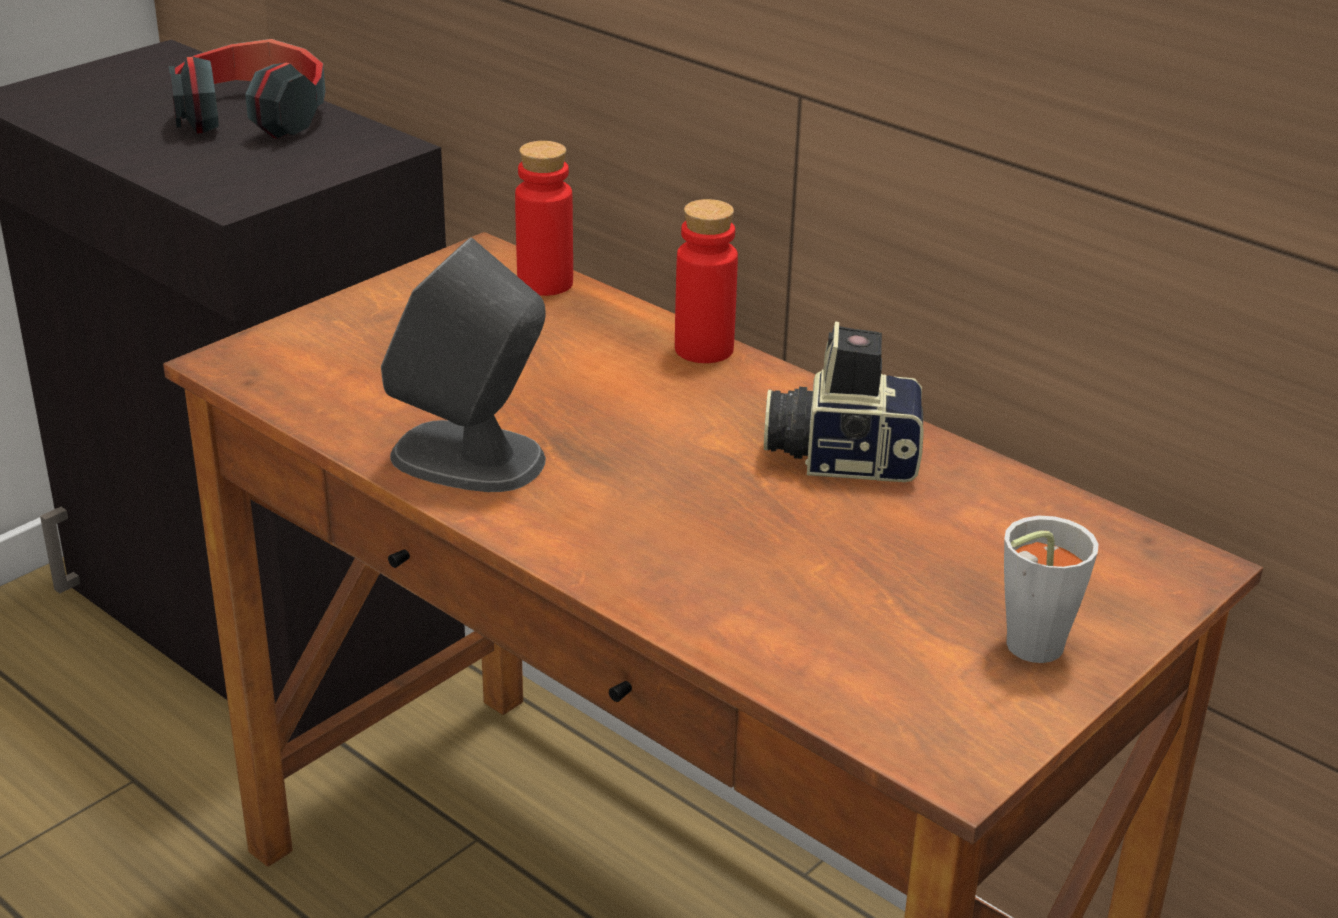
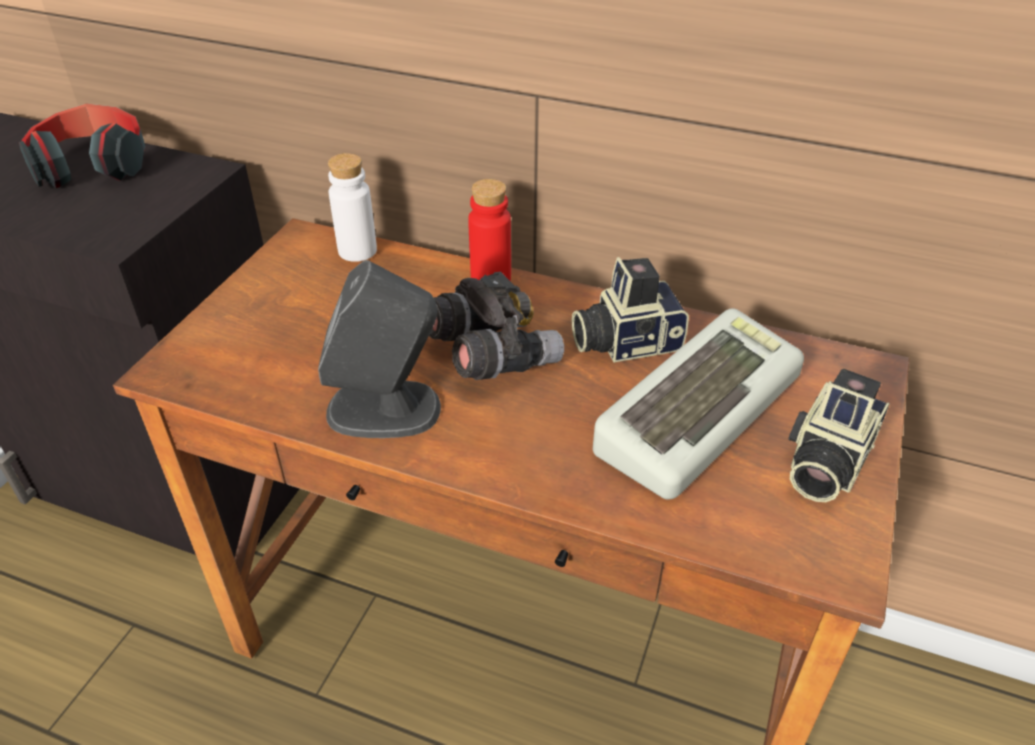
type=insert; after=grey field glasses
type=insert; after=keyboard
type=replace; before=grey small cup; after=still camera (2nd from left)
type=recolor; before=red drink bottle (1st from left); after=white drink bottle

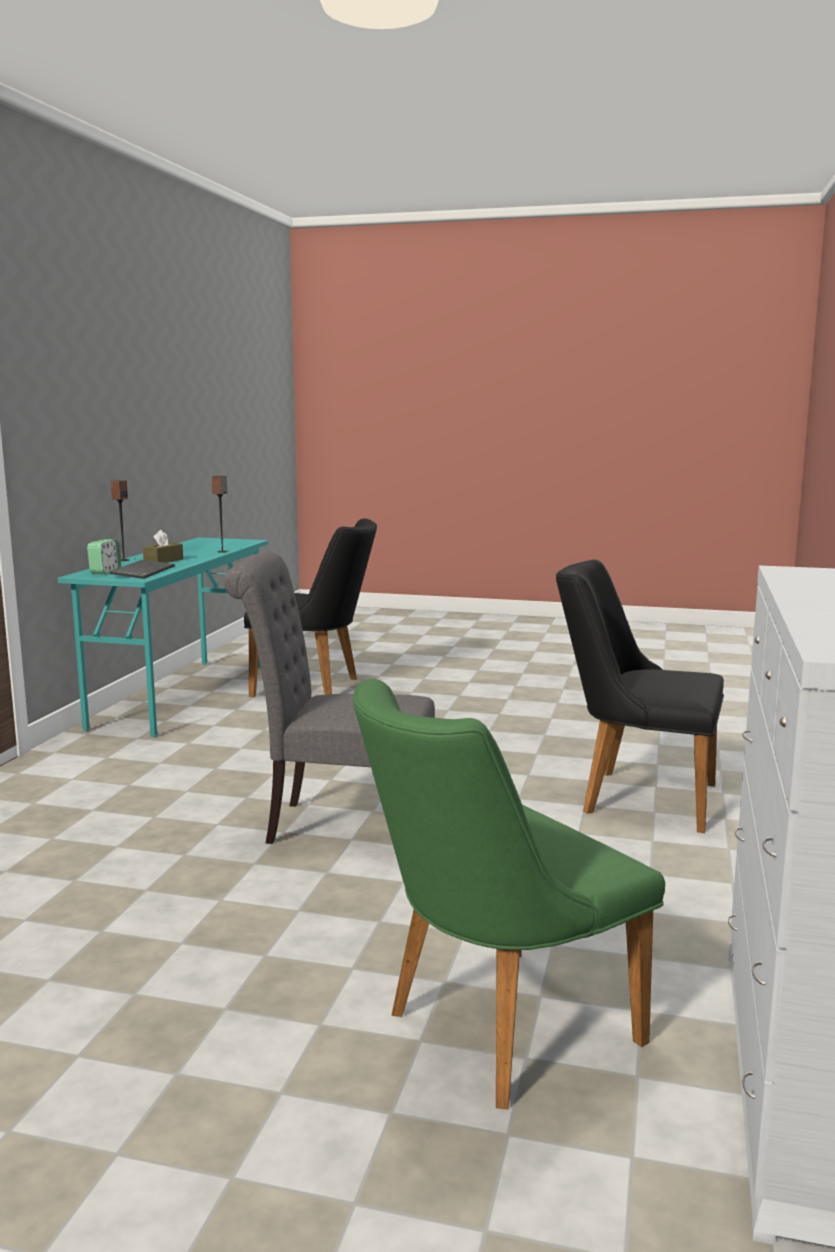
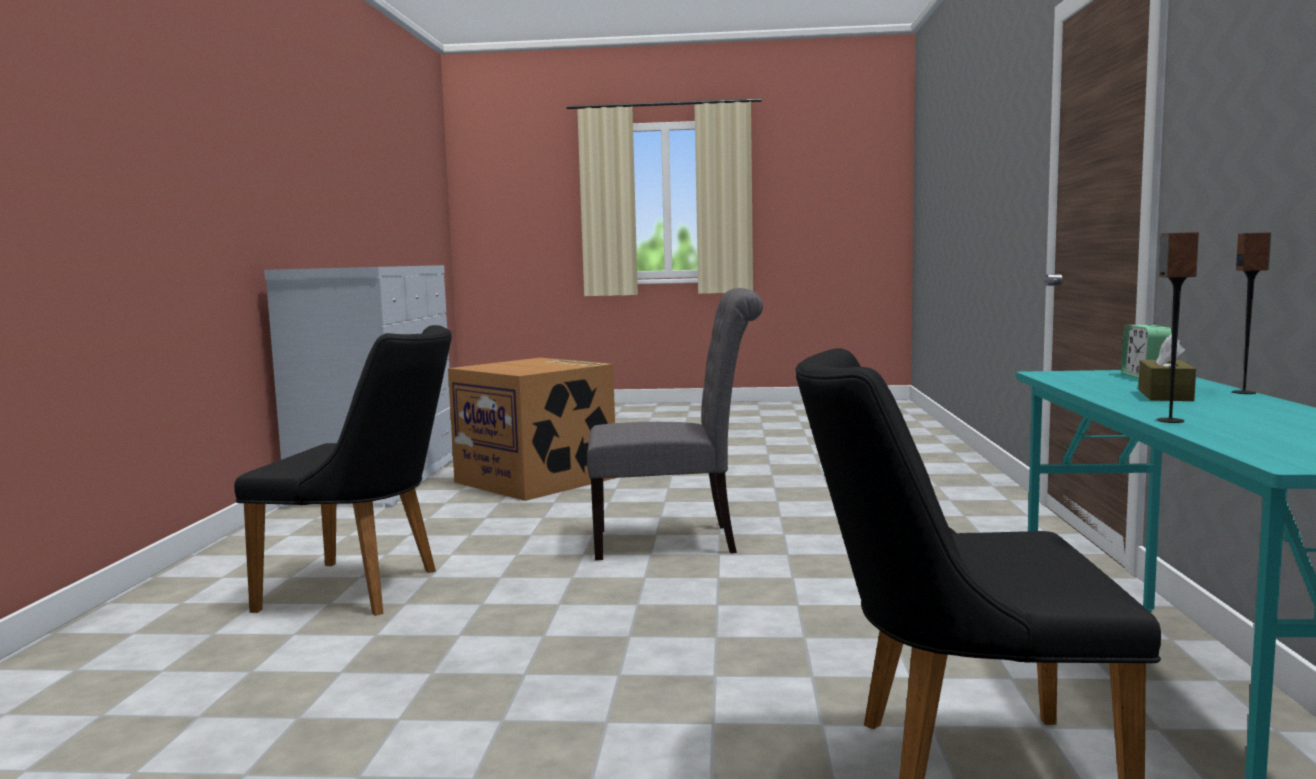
type=delete; before=keyboard
type=replace; before=green chair; after=carton

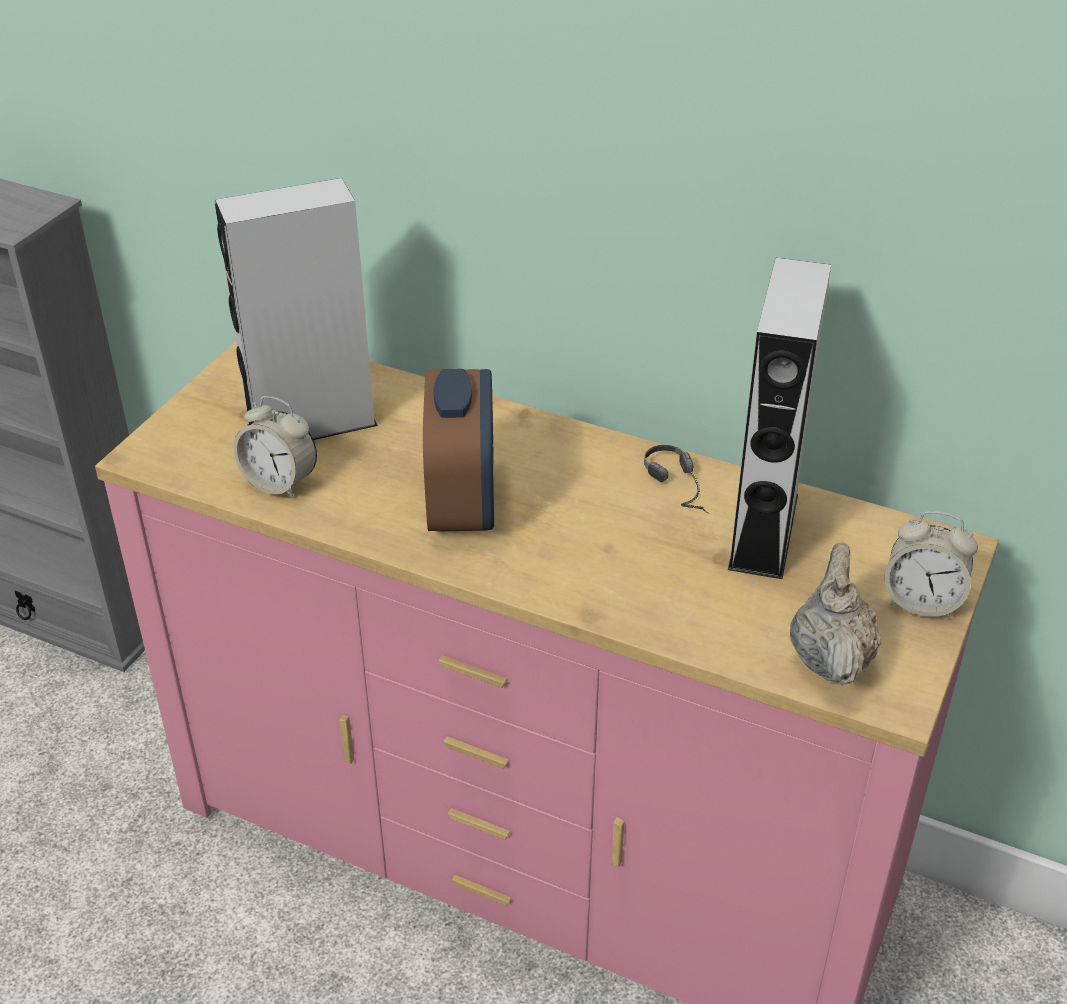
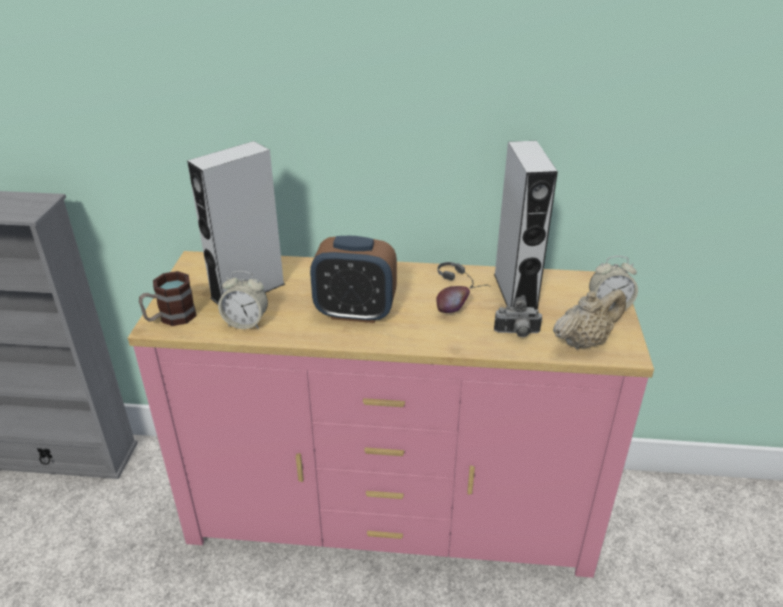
type=insert; after=tea mug
type=insert; after=apple fruit
type=insert; after=still camera
type=rotate; before=bedside clock (2nd from left); turn=120
type=rotate; before=beige pot for tea; turn=75

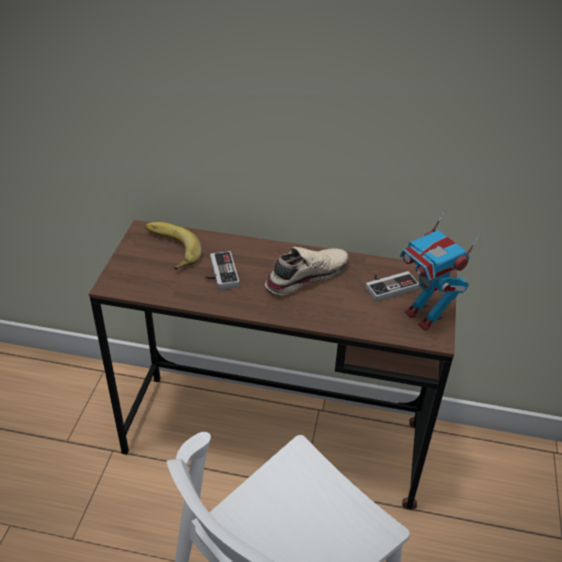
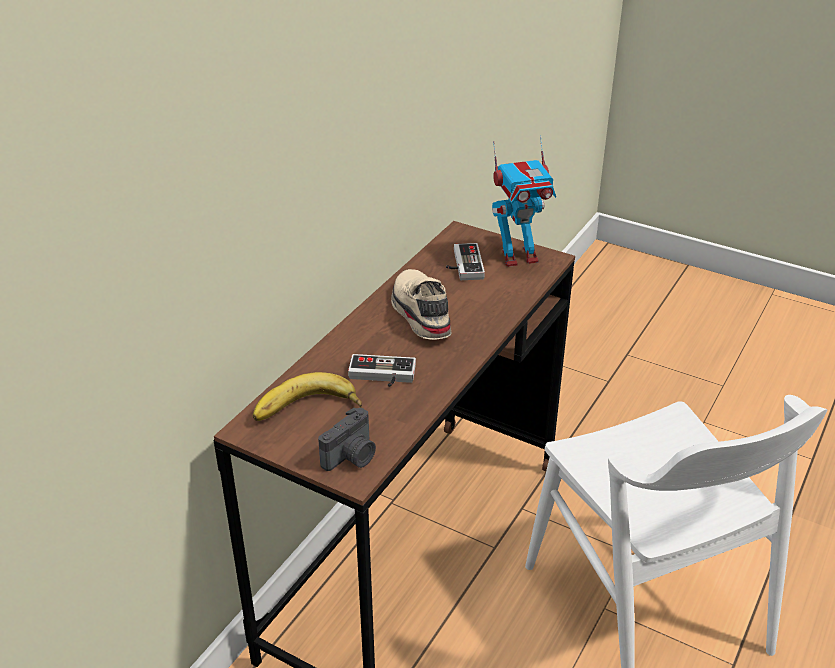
type=insert; after=still camera

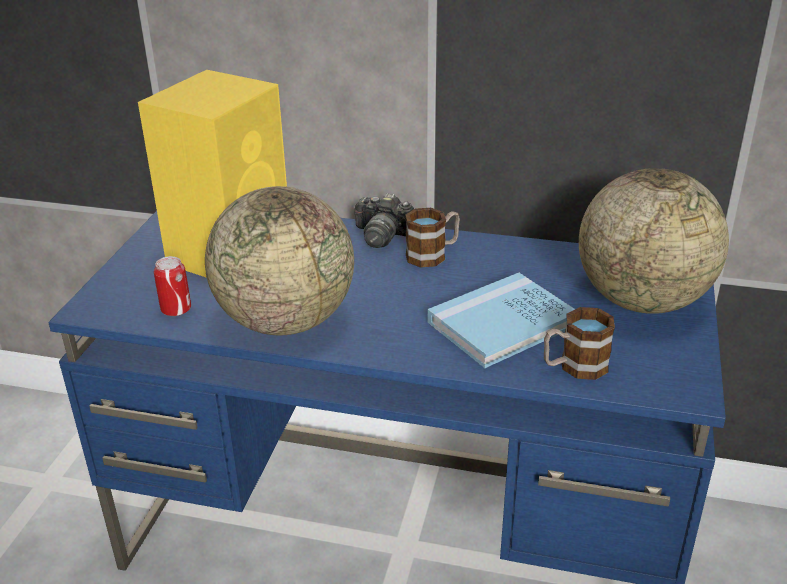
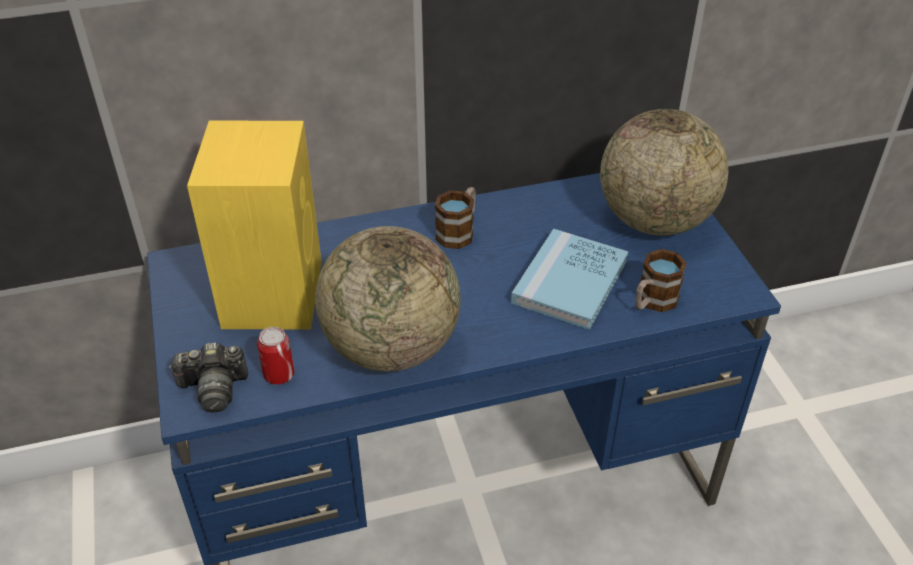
type=move; before=still camera

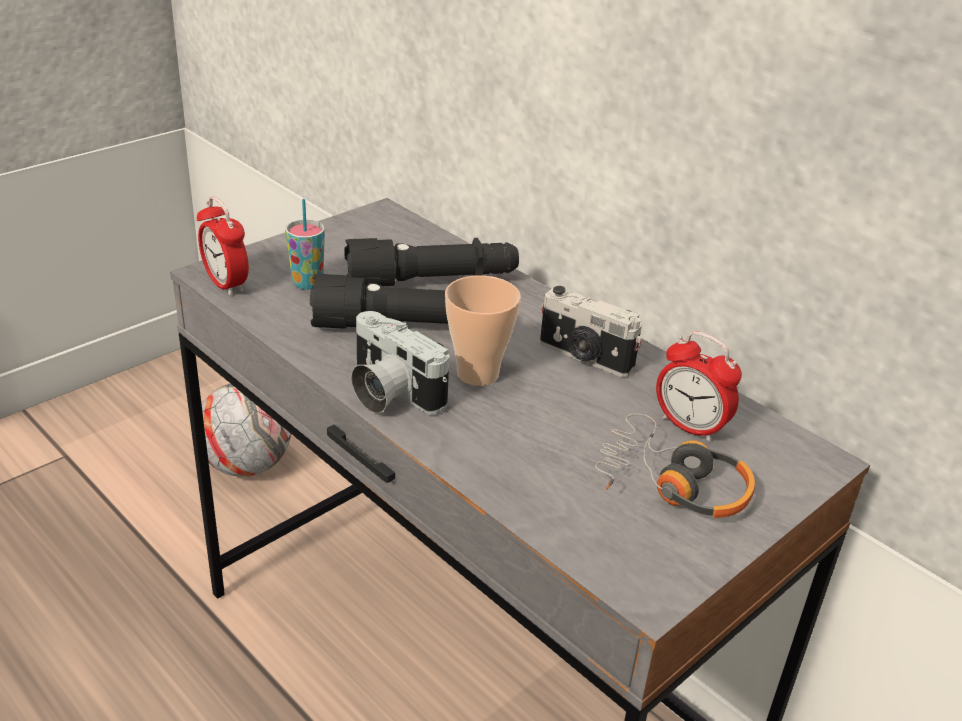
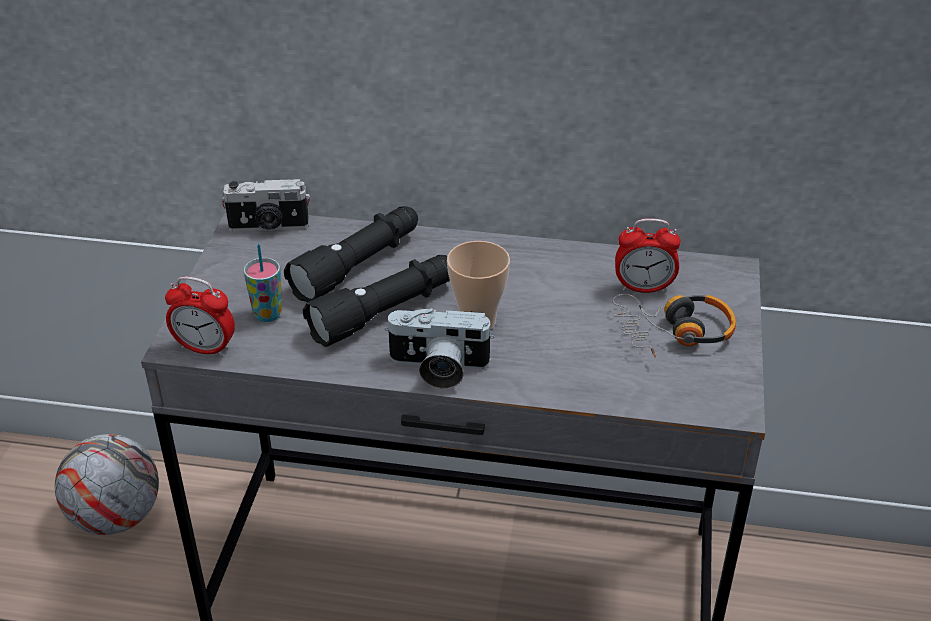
type=move; before=still camera (2nd from left in the first image); after=still camera (1st from left)

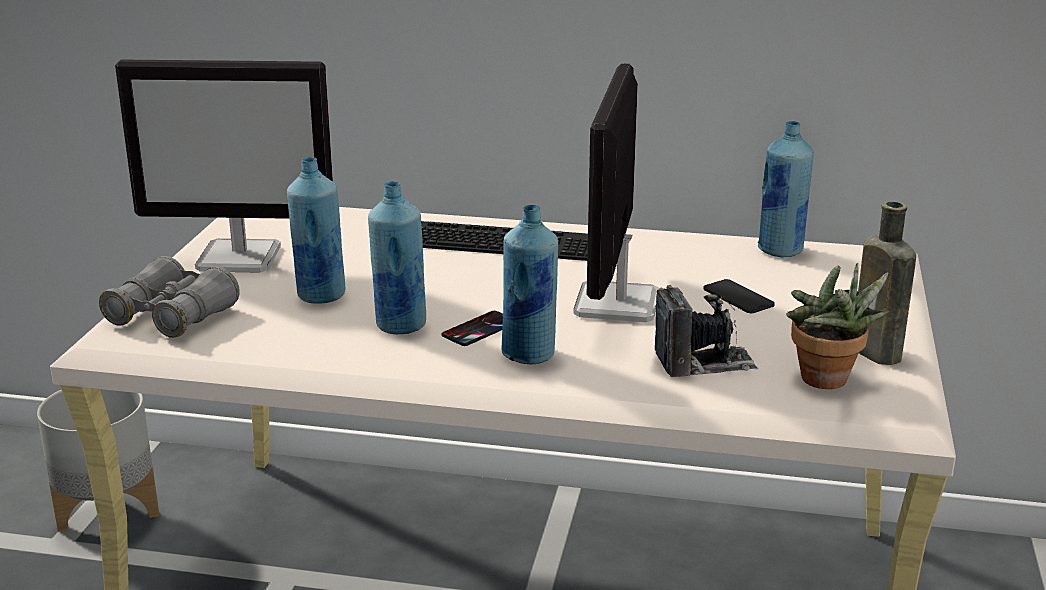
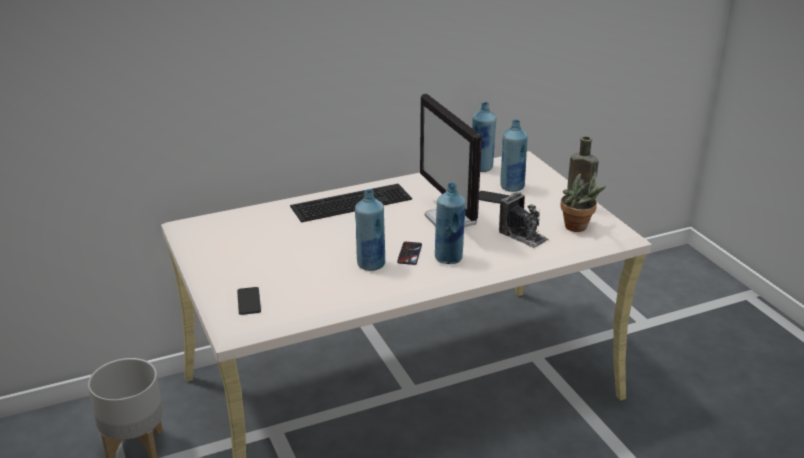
type=delete; before=computer display (1st from left)
type=move; before=bluish drink bottle (1st from left in the first image); after=bluish drink bottle (4th from left)
type=replace; before=grey field glasses; after=telephone (1st from left)
type=rotate; before=still camera; turn=90

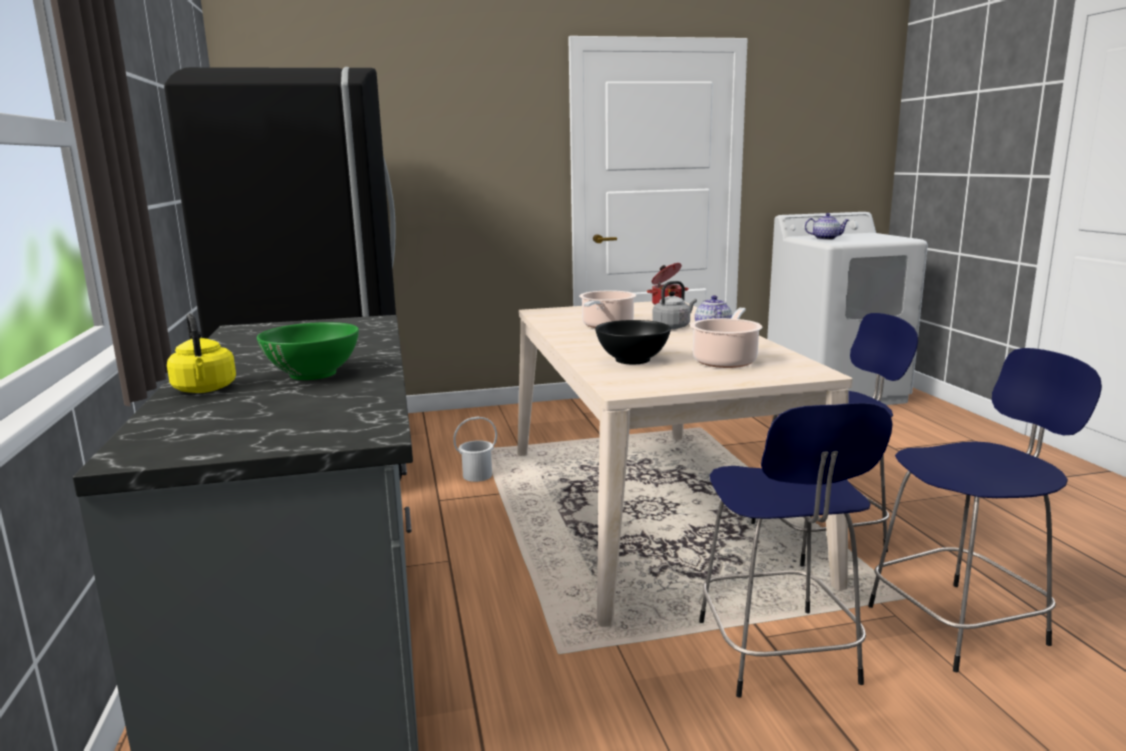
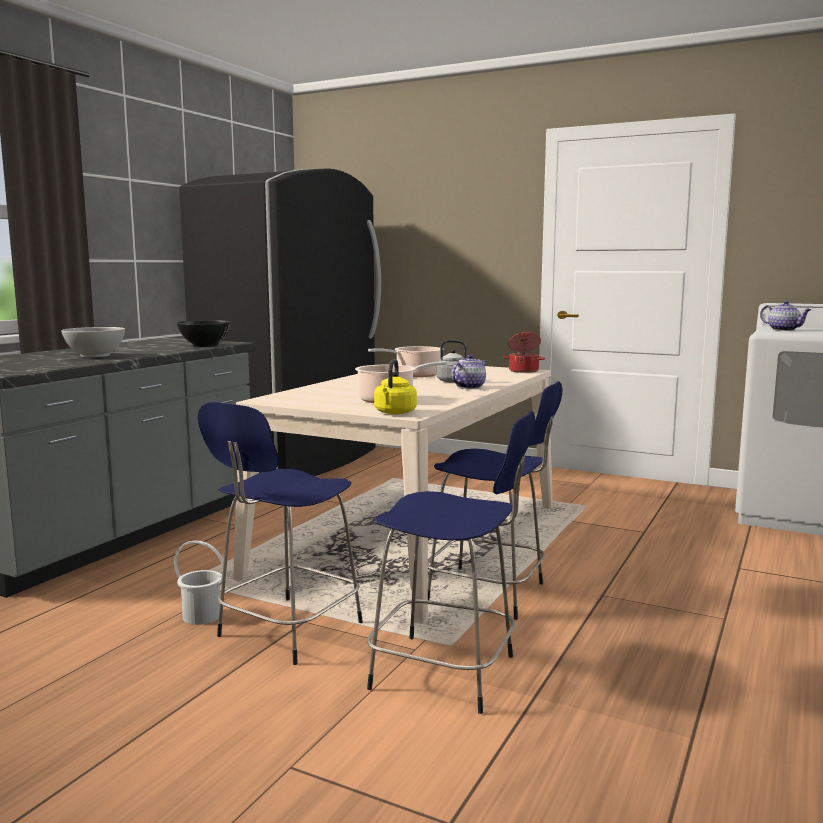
type=move; before=yellow-coloured water kettle
type=move; before=white water bucket
type=move; before=black-coloured bowl
type=recolor; before=green bowl; after=white bowl

